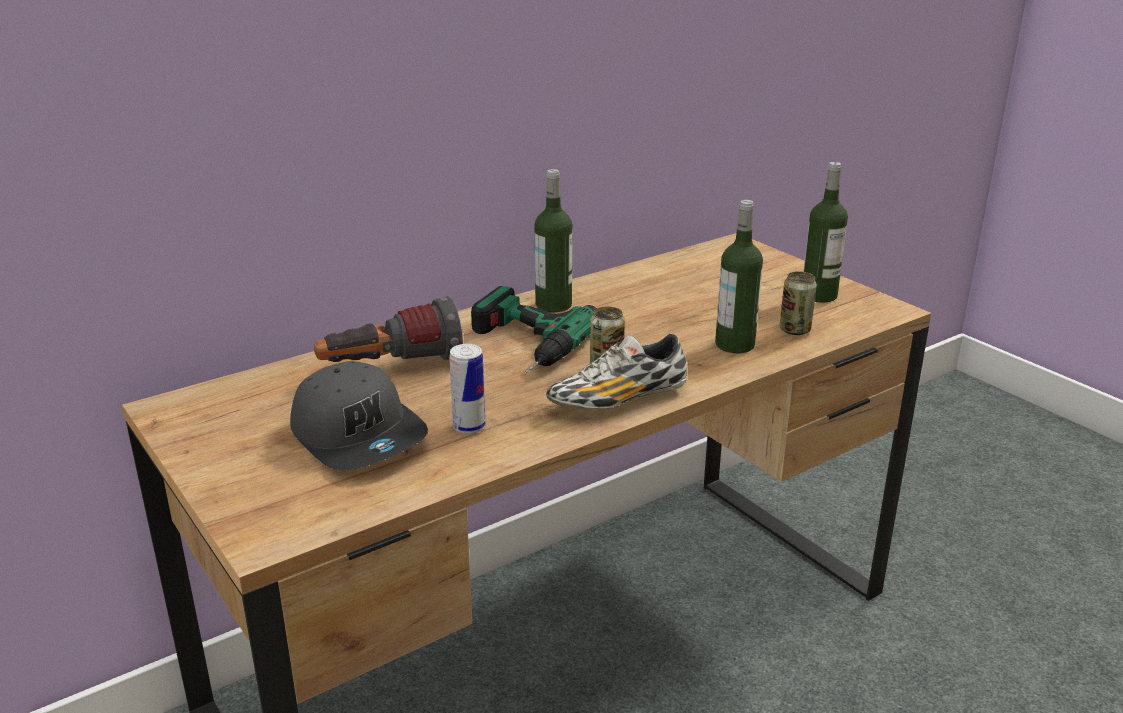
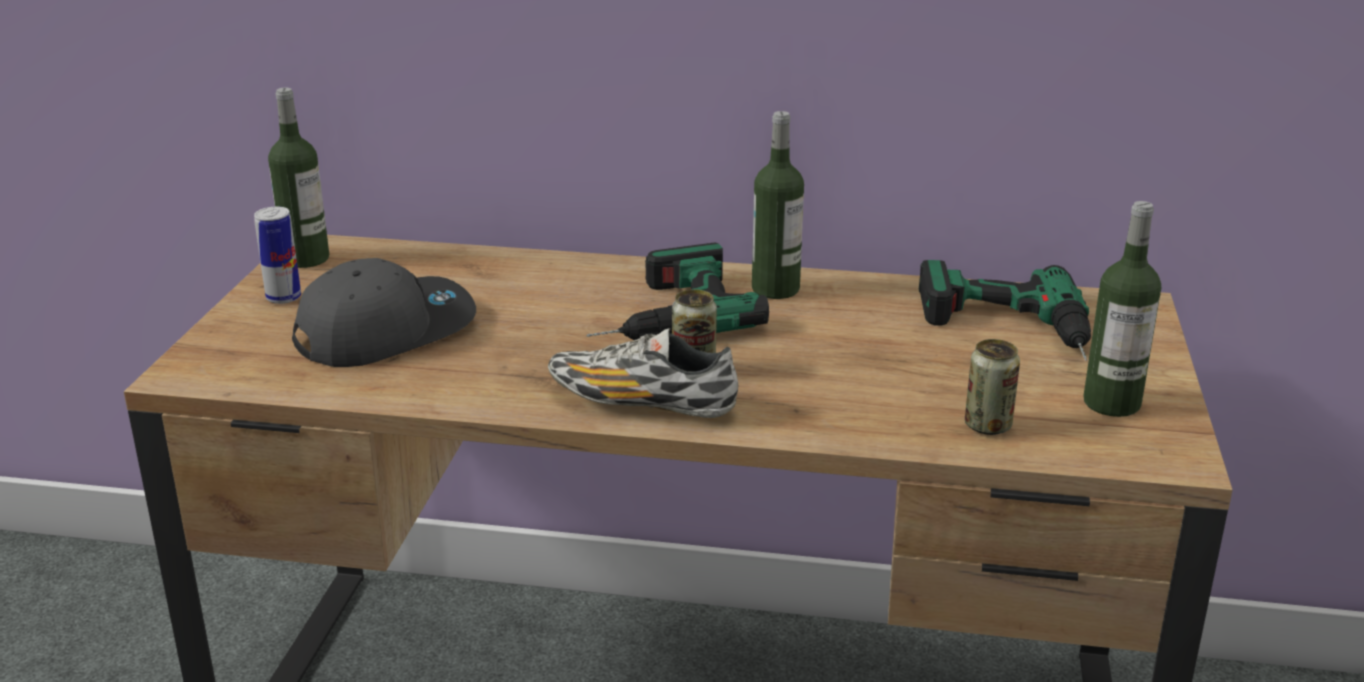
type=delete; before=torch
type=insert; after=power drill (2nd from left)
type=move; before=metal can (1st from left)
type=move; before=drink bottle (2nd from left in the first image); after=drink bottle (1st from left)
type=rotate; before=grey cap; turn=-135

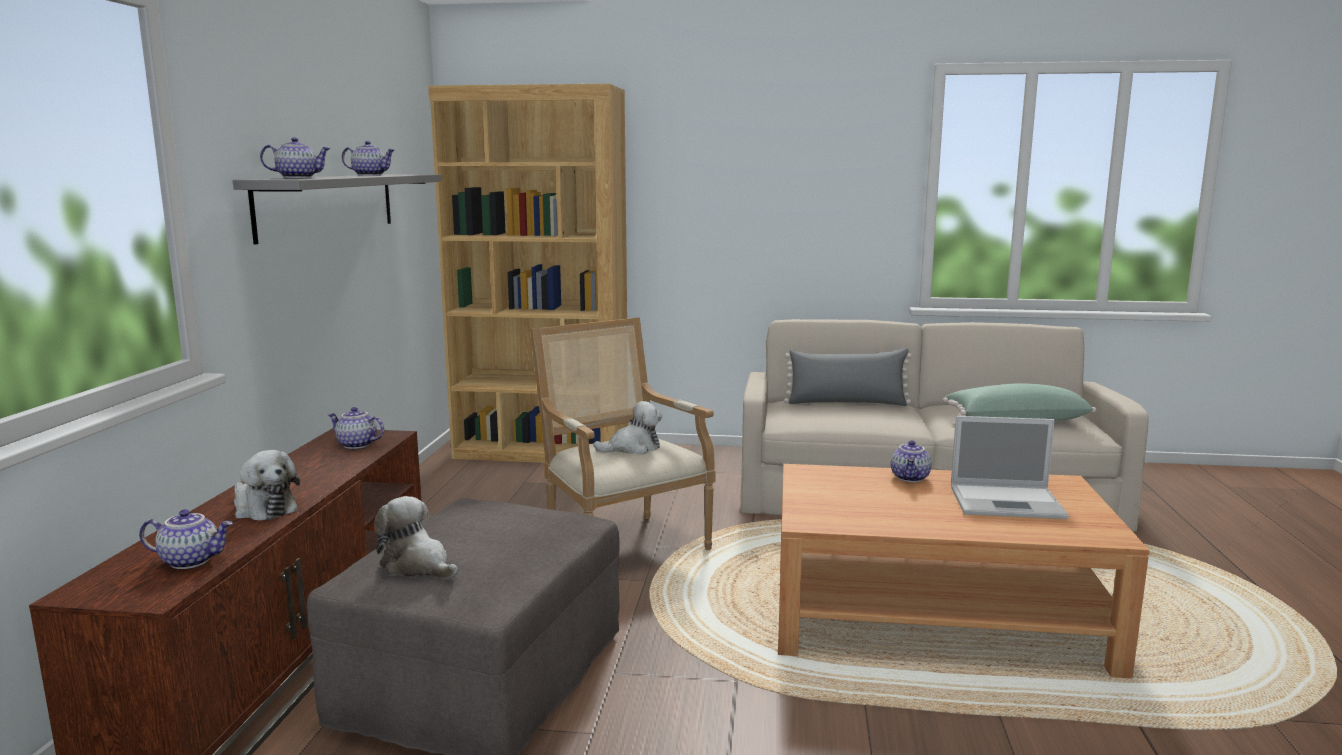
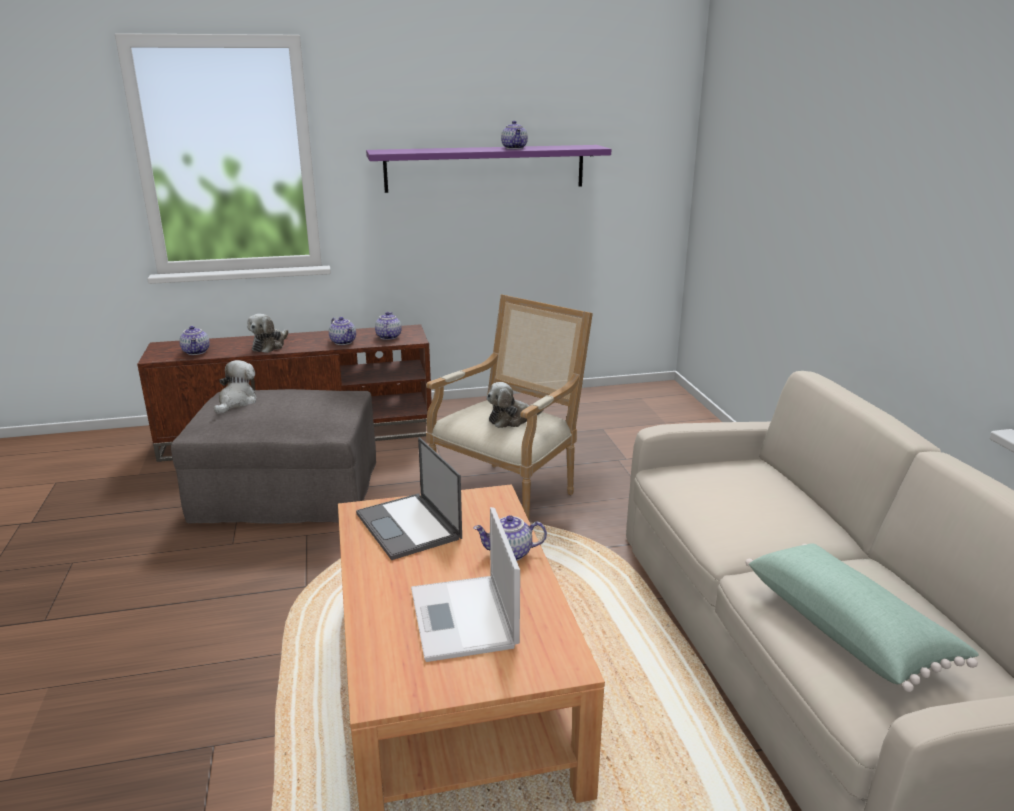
type=delete; before=brown bookshelf
type=delete; before=grey pillow
type=insert; after=portable computer (1st from left)
type=move; before=pot for tea (2nd from left)
type=recolor; before=grey shelf; after=purple-coloured shelf
type=rotate; before=plush toy (3rd from left); turn=105

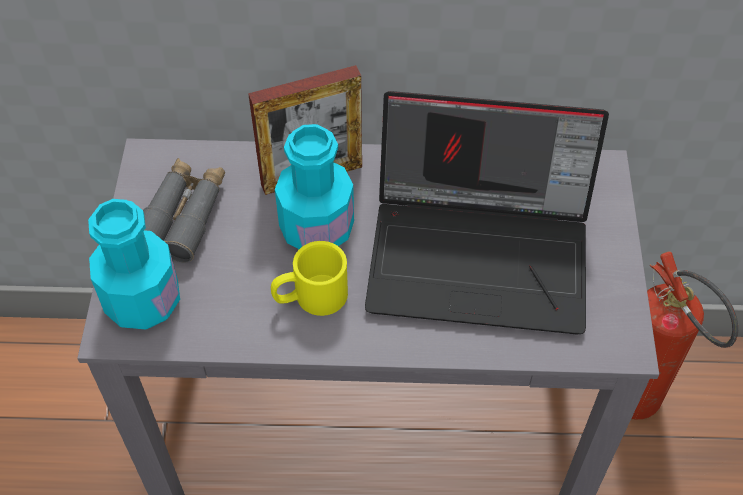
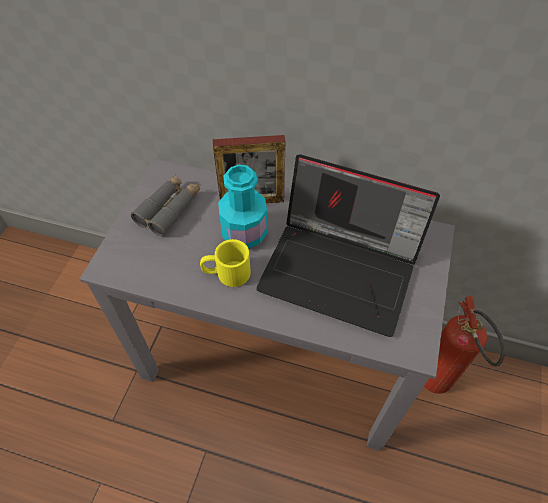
type=delete; before=turquoise-coloured drink bottle (1st from left)

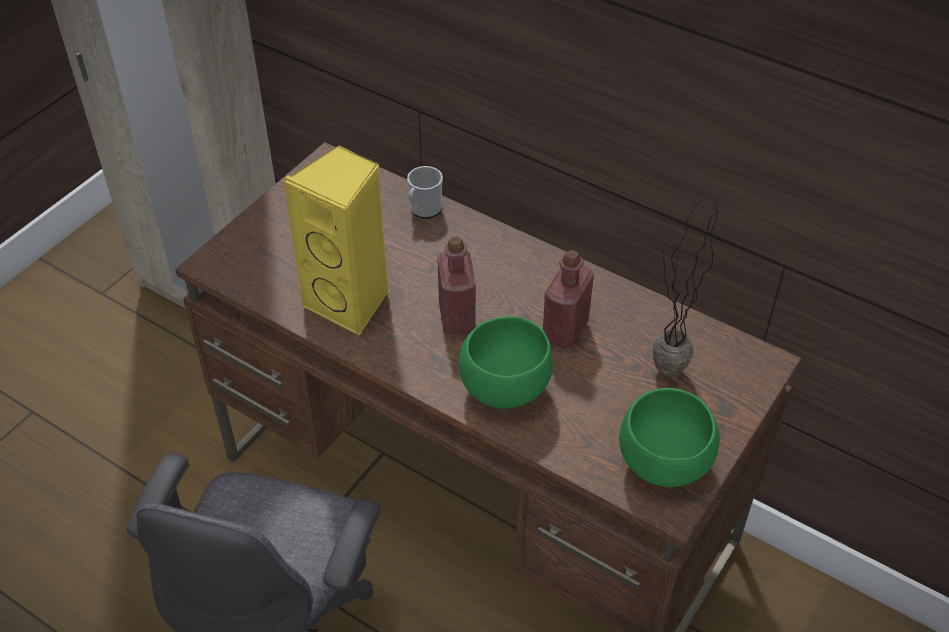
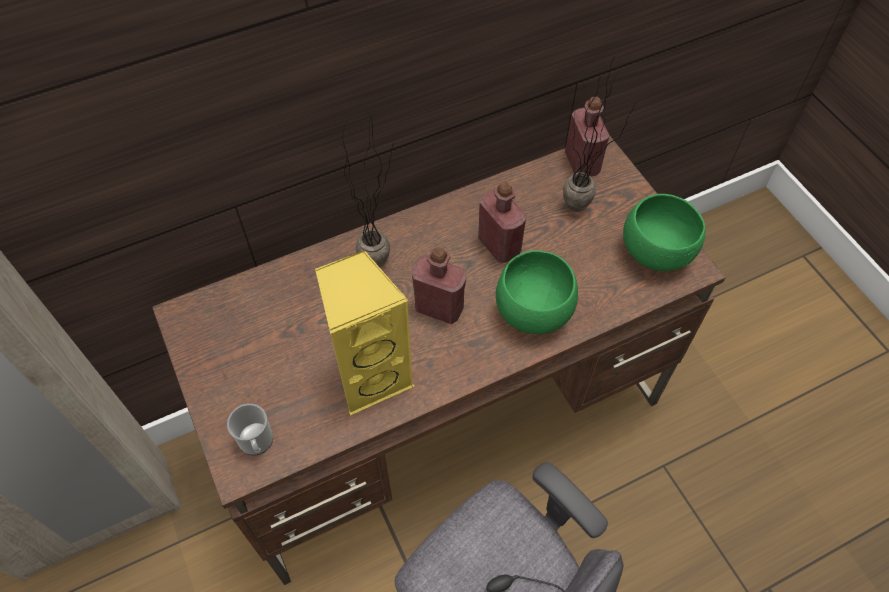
type=insert; after=plant in a pot (1st from left)
type=insert; after=red drink bottle (3rd from left)
type=move; before=tea mug

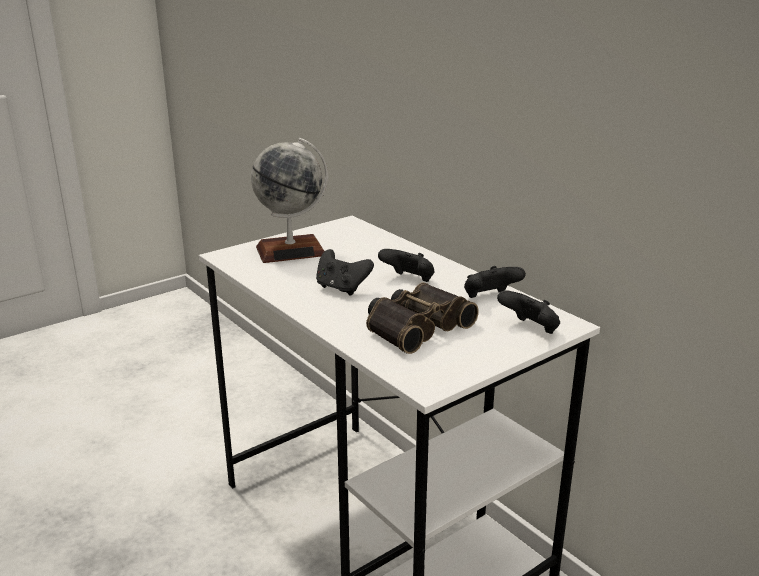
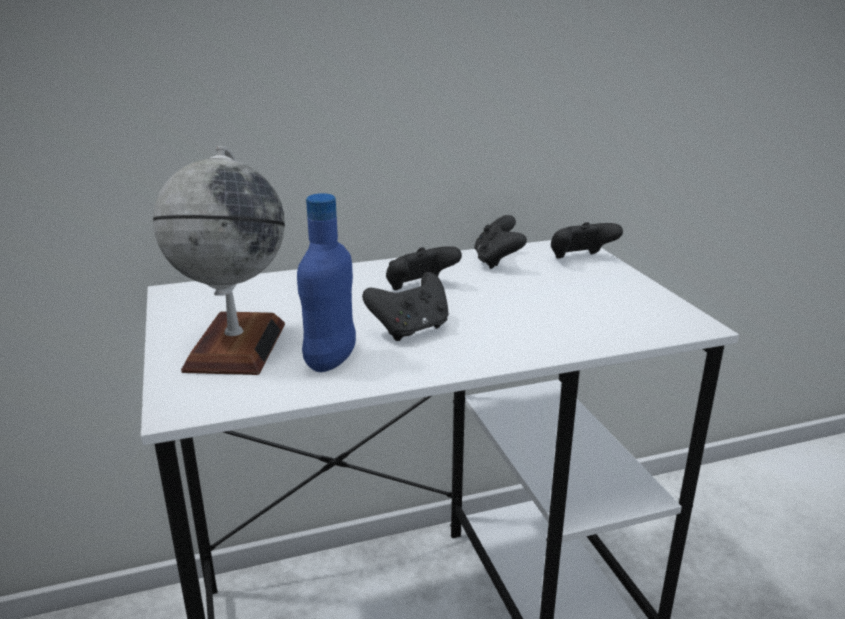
type=delete; before=field glasses
type=insert; after=bluish drink bottle

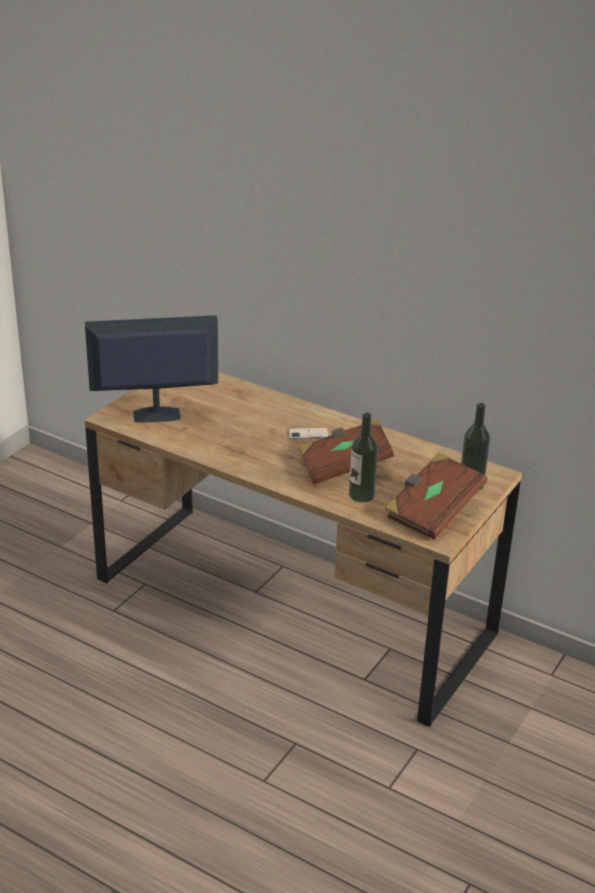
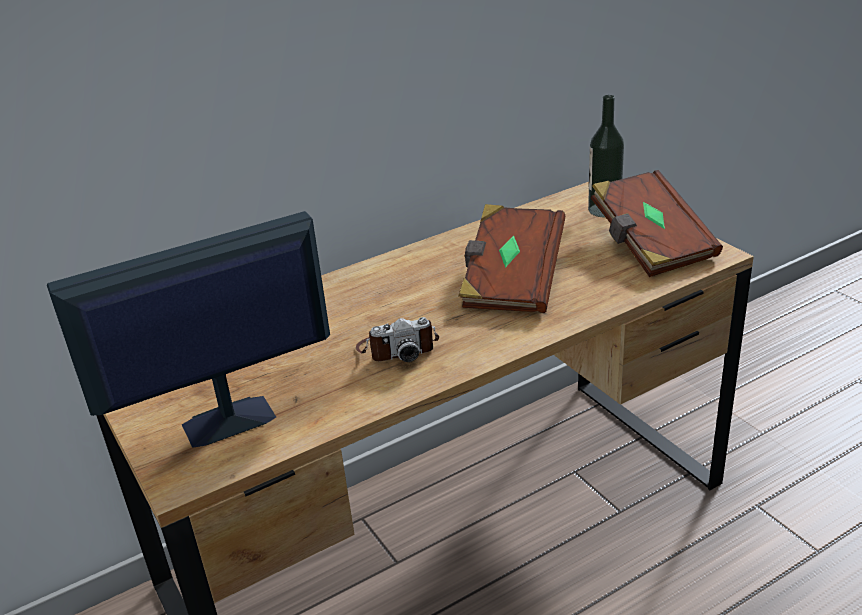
type=delete; before=telephone
type=delete; before=drink bottle (1st from left)
type=insert; after=still camera
type=rotate; before=computer display; turn=45

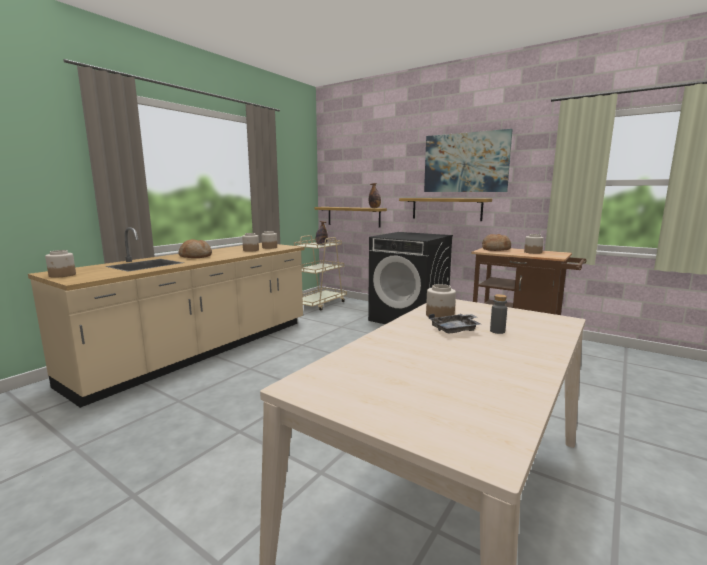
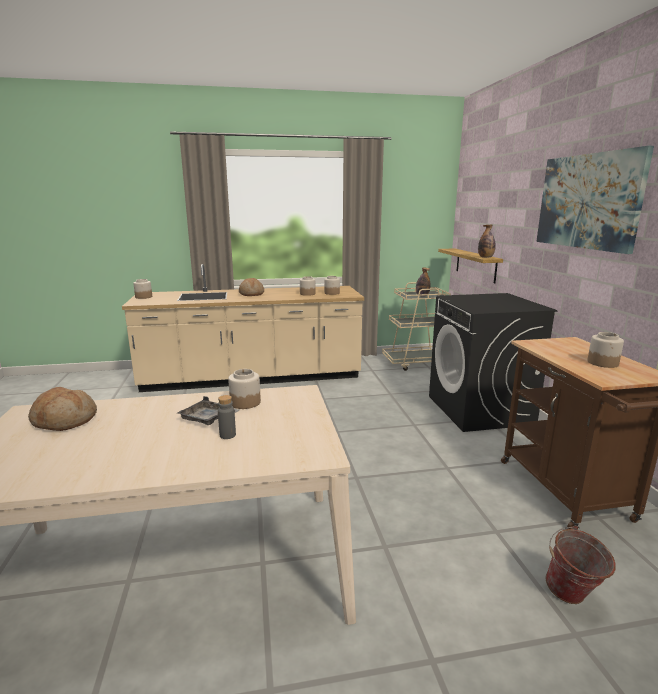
type=delete; before=shelf (2nd from left)
type=insert; after=water bucket
type=move; before=bakery bread (2nd from left in the first image); after=bakery bread (1st from left)

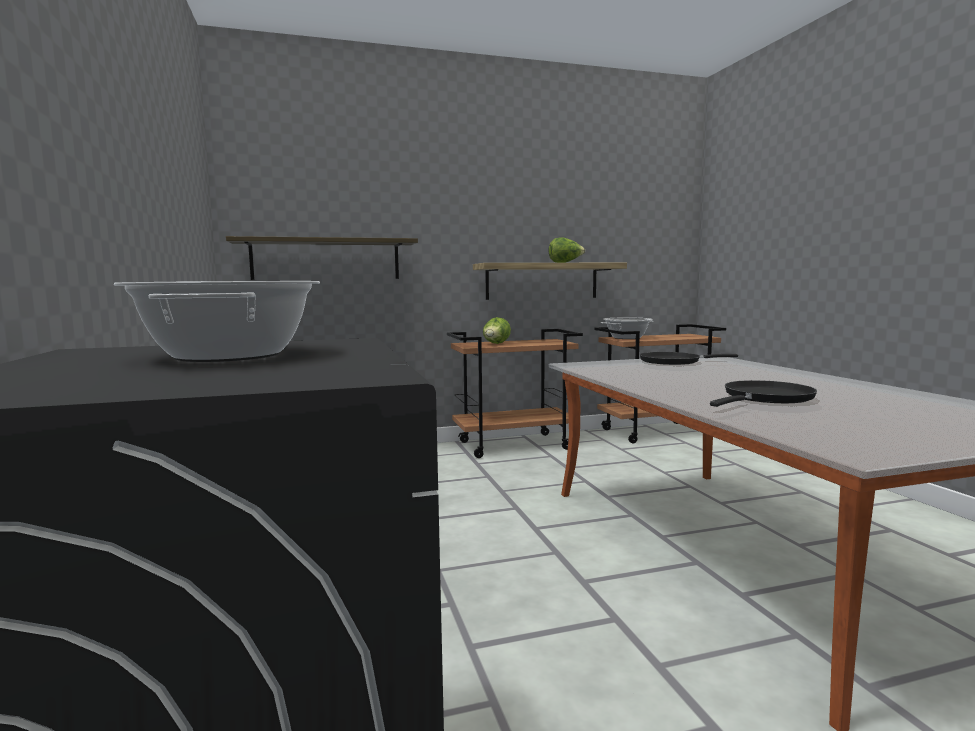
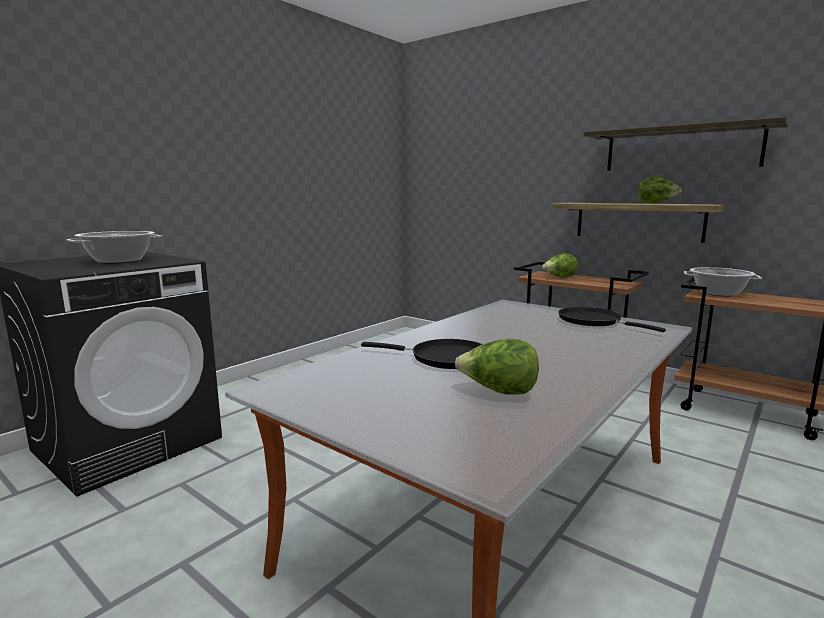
type=insert; after=lettuce head (1st from left)
type=move; before=shelf (1st from left in the first image); after=shelf (2nd from left)

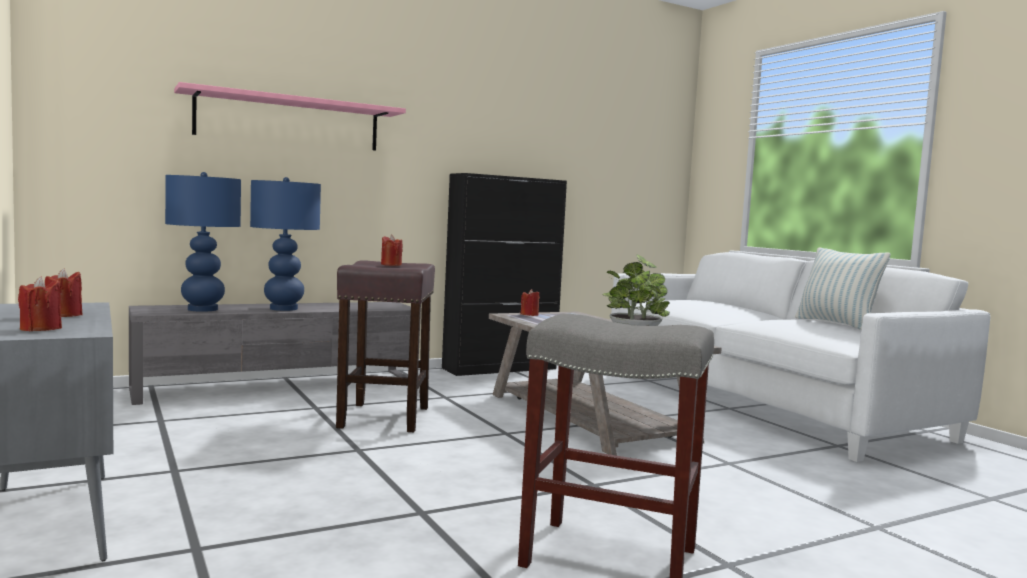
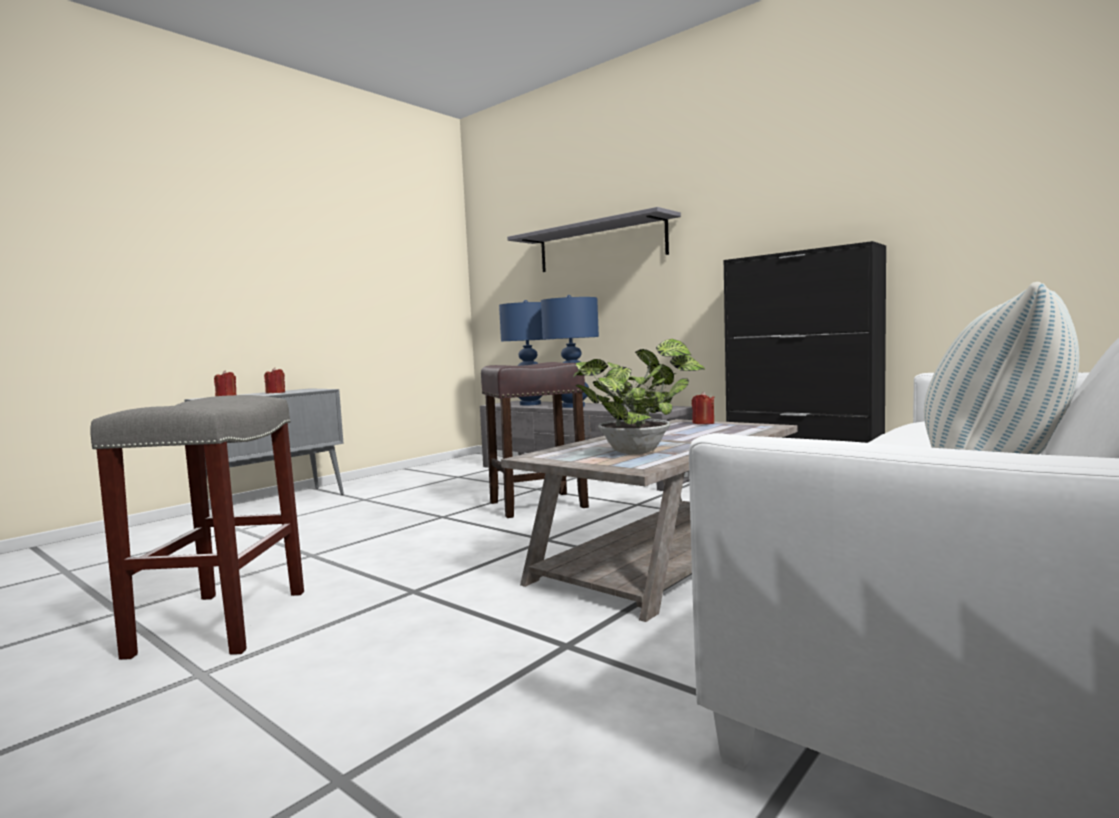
type=delete; before=red wax candle (3rd from left)
type=recolor; before=pink-coloured shelf; after=grey shelf

